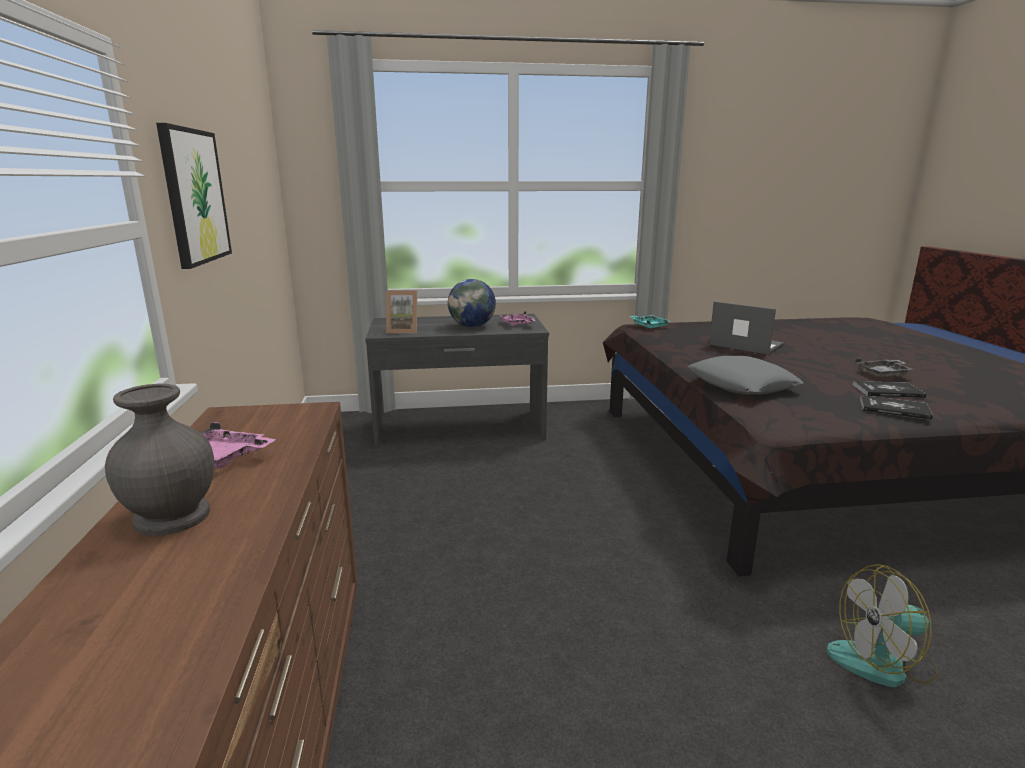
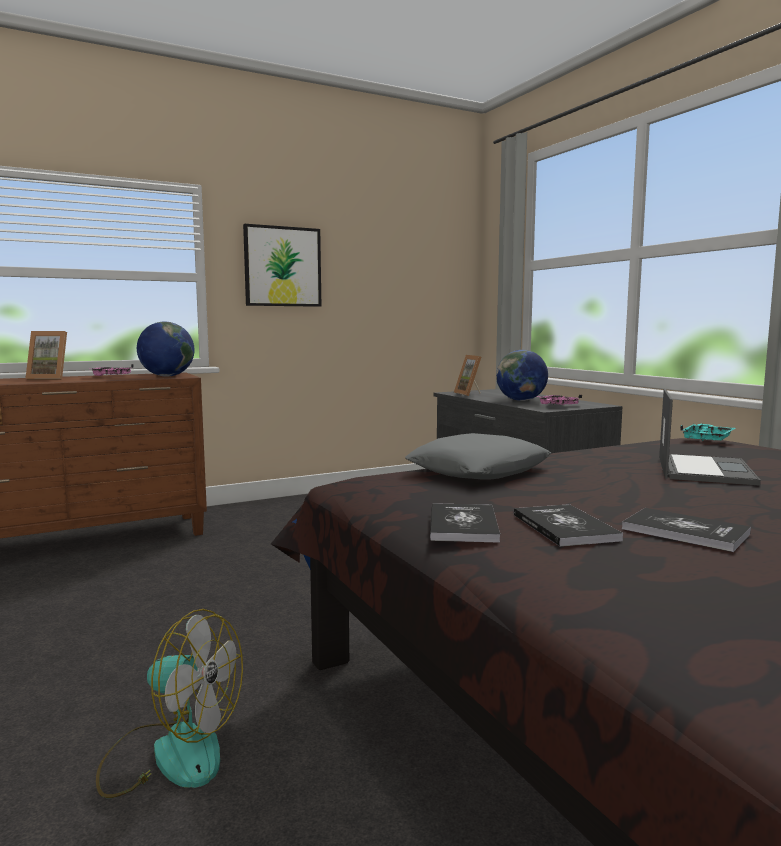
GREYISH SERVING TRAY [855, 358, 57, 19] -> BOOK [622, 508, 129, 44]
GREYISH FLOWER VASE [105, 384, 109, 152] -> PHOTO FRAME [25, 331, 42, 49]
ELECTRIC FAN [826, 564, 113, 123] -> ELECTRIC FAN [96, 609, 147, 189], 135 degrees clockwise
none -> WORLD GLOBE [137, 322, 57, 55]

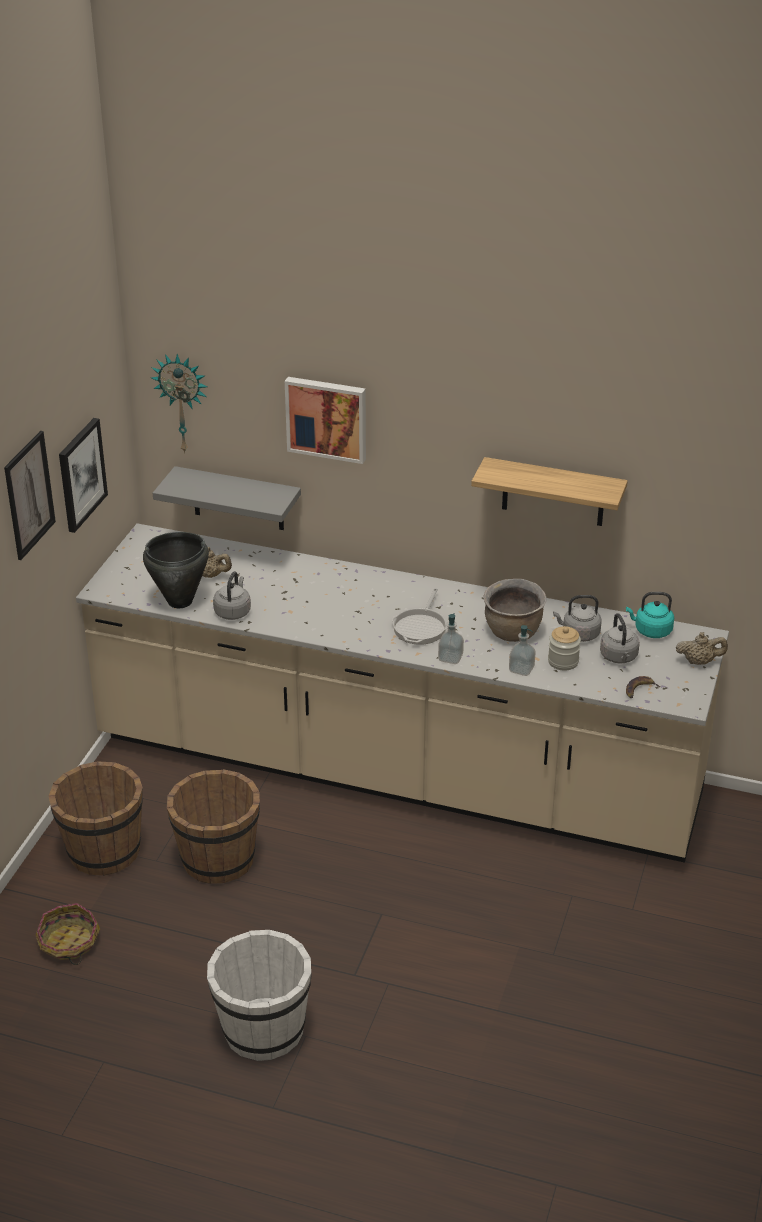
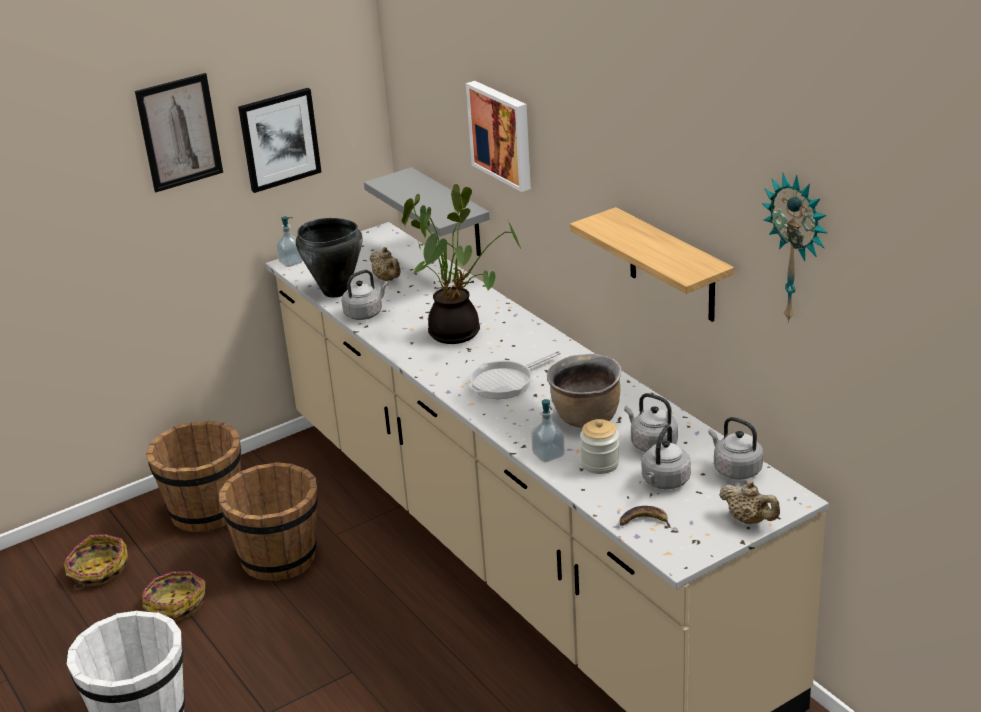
WALL CLOCK [151, 354, 57, 100] -> WALL CLOCK [762, 172, 66, 151], relocated
BLUE-GREEN KETTLE [626, 592, 48, 46] -> GREYISH KETTLE [708, 417, 55, 63]
SOAP BOTTLE [438, 613, 26, 51] -> SOAP BOTTLE [276, 216, 27, 51], relocated
none -> HOUSEPLANT [402, 184, 119, 160]
none -> STORAGE BASKET [142, 571, 63, 51]

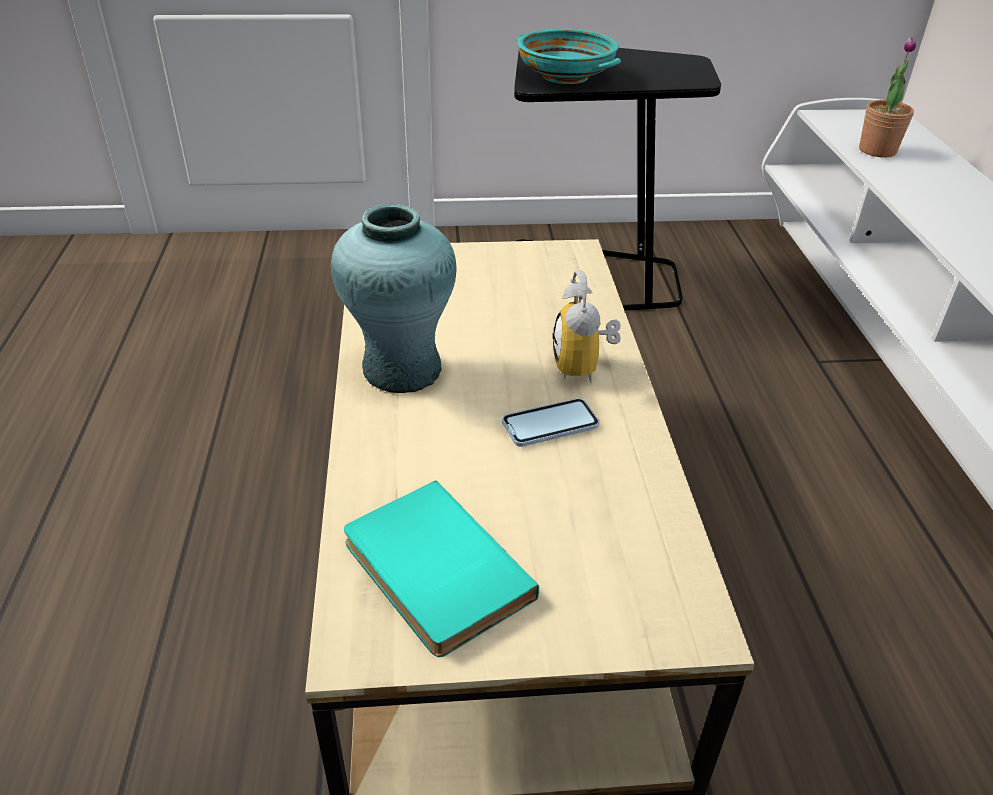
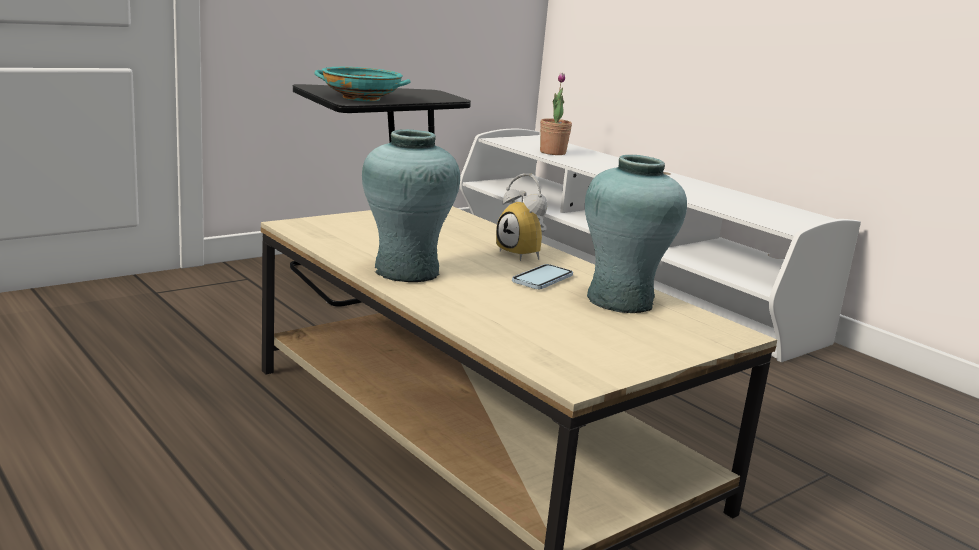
BLUE-GREEN BOOK [344, 481, 195, 176] -> none
none -> BLUE-GREEN FLOWER VASE [585, 155, 102, 158]

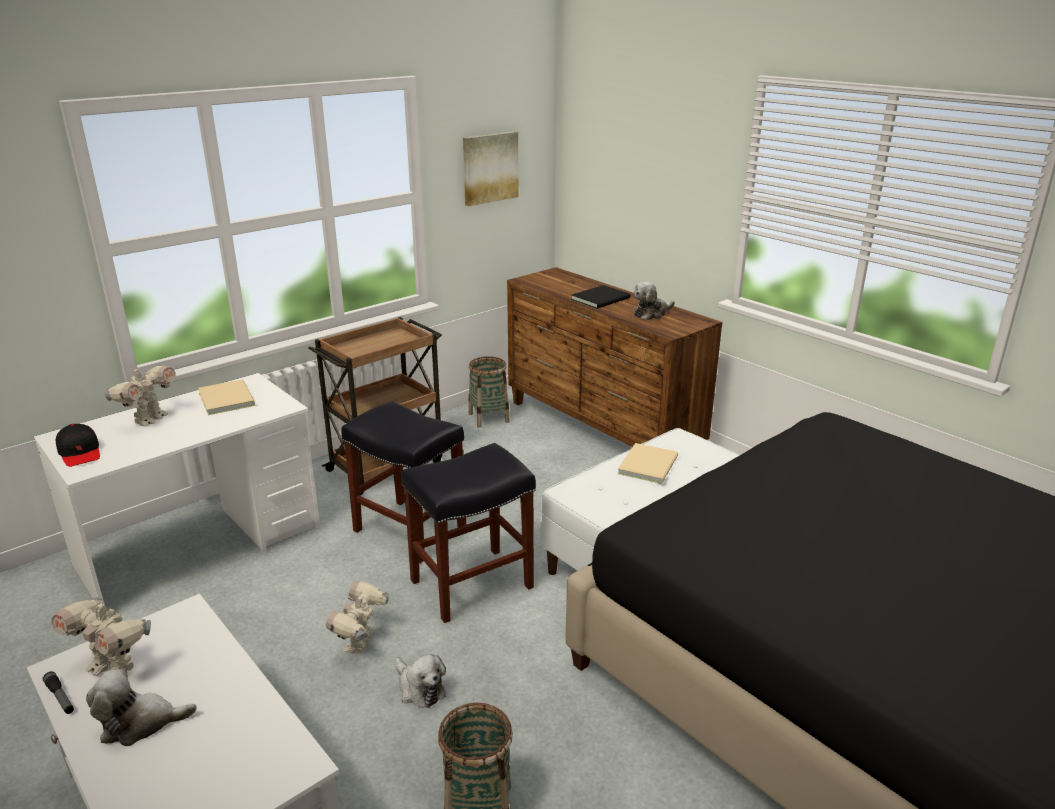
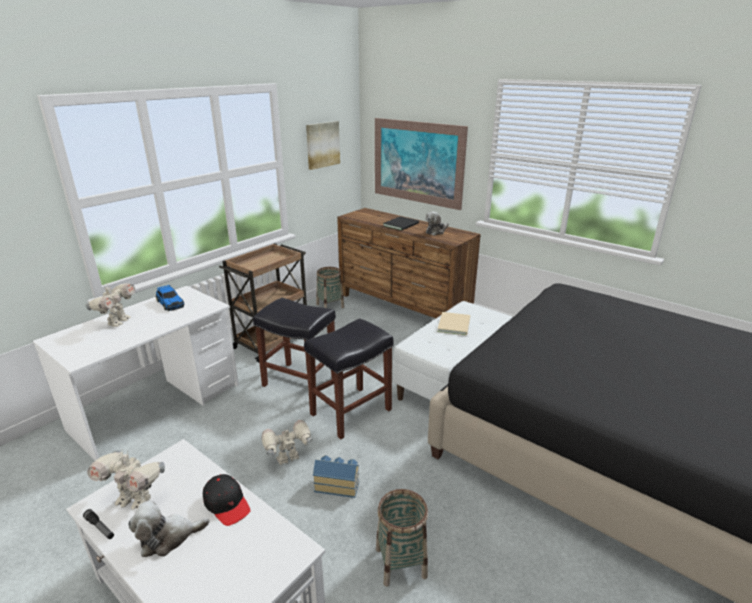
BEIGE BOOK [198, 380, 57, 35] -> TOY CAR [156, 285, 28, 26]
BLACKISH PEAKED CAP [56, 424, 44, 43] -> BLACKISH PEAKED CAP [203, 474, 47, 52], relocated
MODEL ROBOT [326, 581, 63, 73] -> MODEL ROBOT [261, 420, 52, 45], 60 degrees clockwise
PLUSH TOY [395, 654, 51, 54] -> MODEL HOUSE [313, 455, 46, 43]
none -> WALL ART [375, 118, 93, 92]

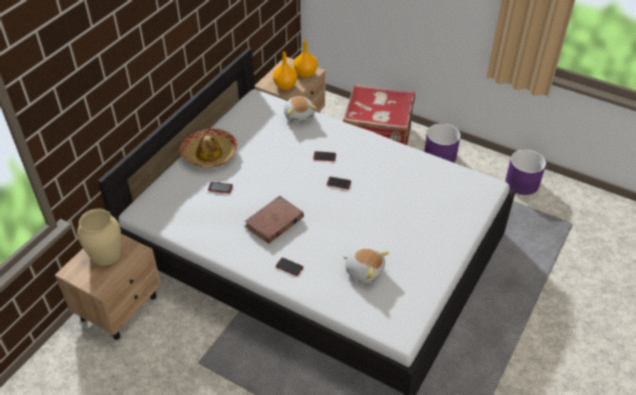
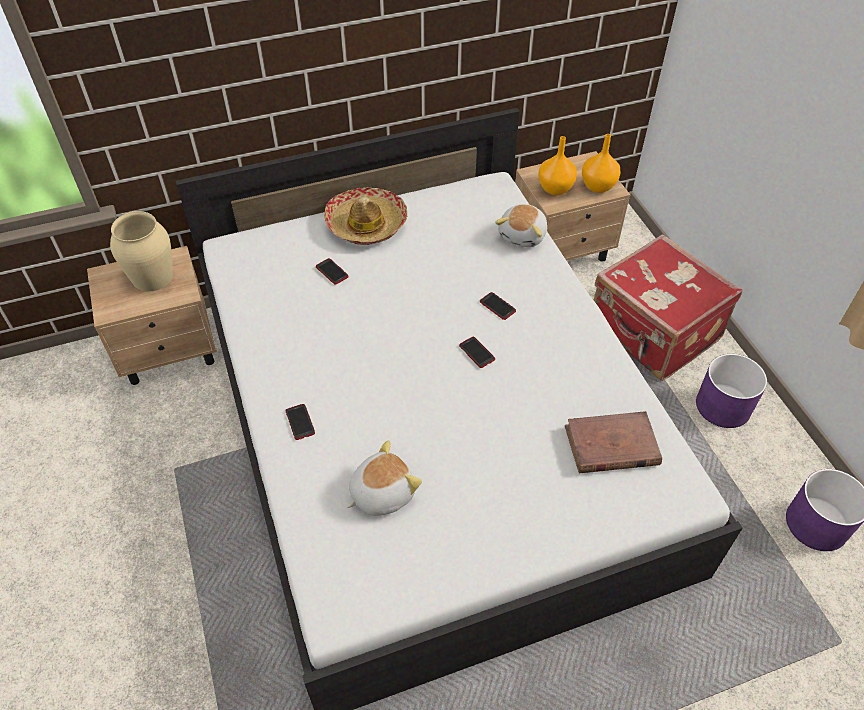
BROWNISH BOOK [244, 196, 60, 48] -> BROWNISH BOOK [565, 411, 97, 62], relocated
PLUSH TOY [343, 248, 46, 35] -> PLUSH TOY [347, 440, 75, 76], 105 degrees counterclockwise

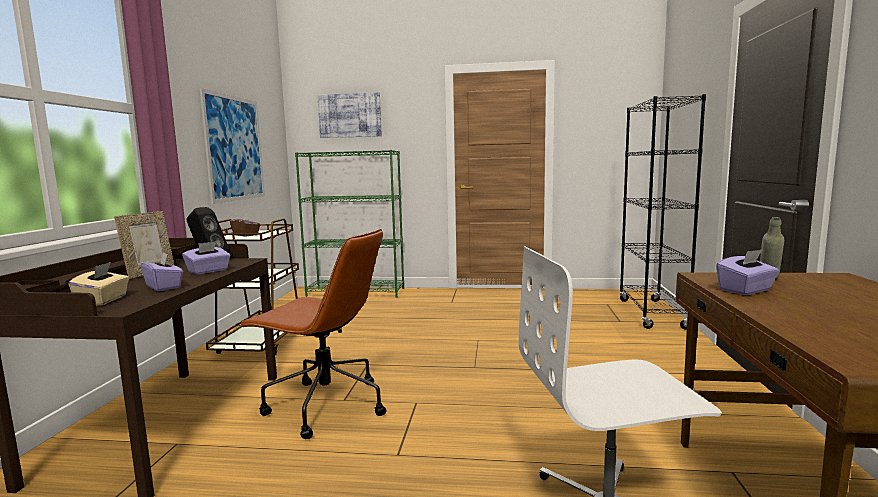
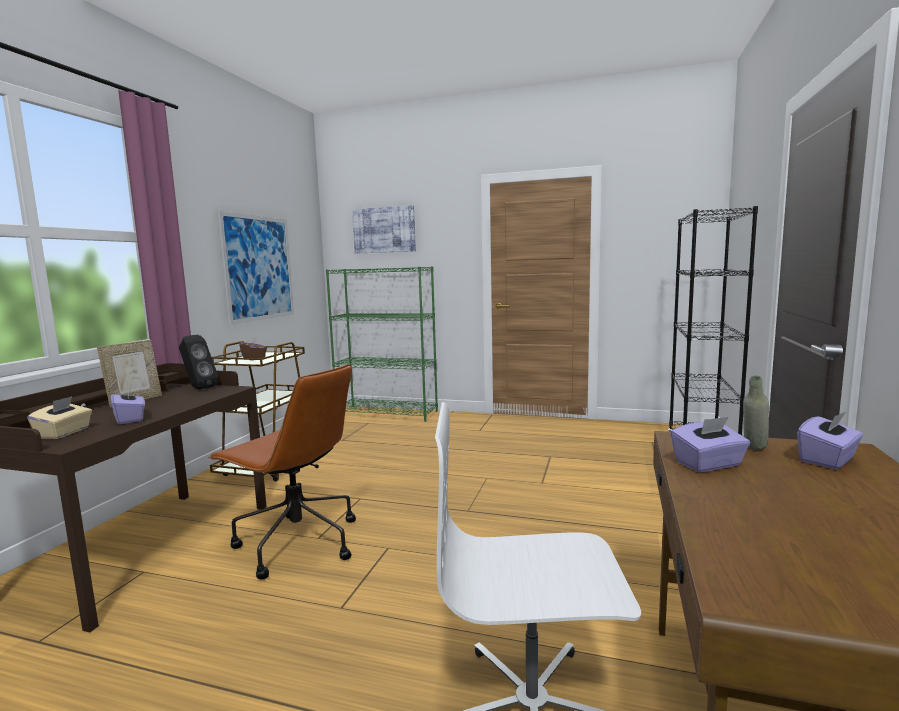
PURPLE BOX OF TISSUES [182, 241, 48, 34] -> PURPLE BOX OF TISSUES [797, 411, 66, 58], relocated

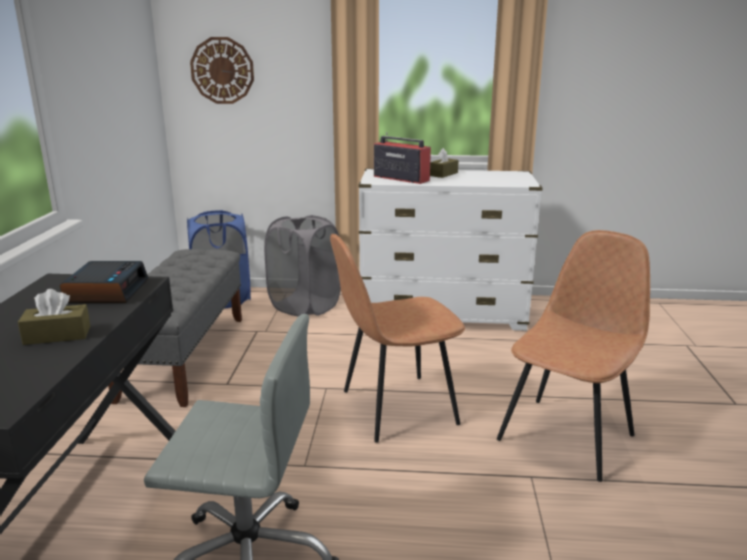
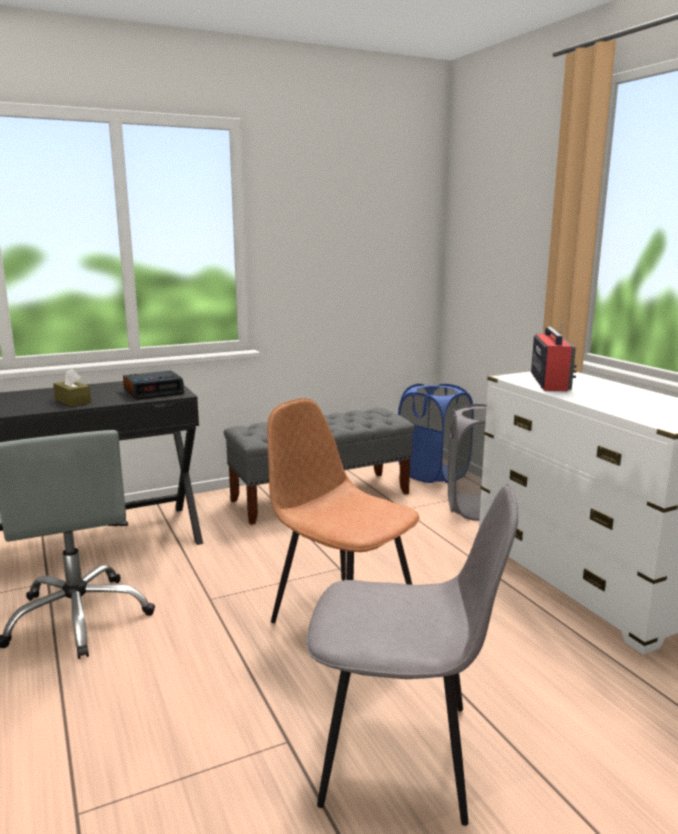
WALL CLOCK [190, 37, 64, 67] -> none
BROWNISH BOX OF TISSUES [430, 148, 29, 30] -> none
BROWNISH CHAIR [497, 230, 153, 252] -> GREYISH CHAIR [306, 484, 212, 342]

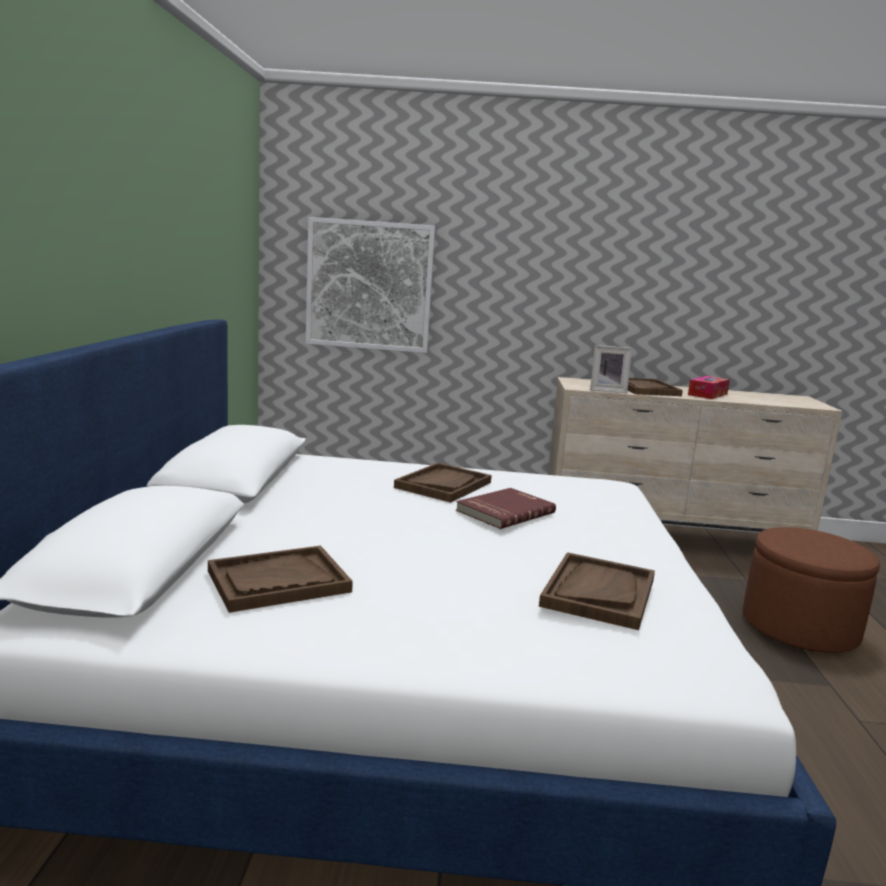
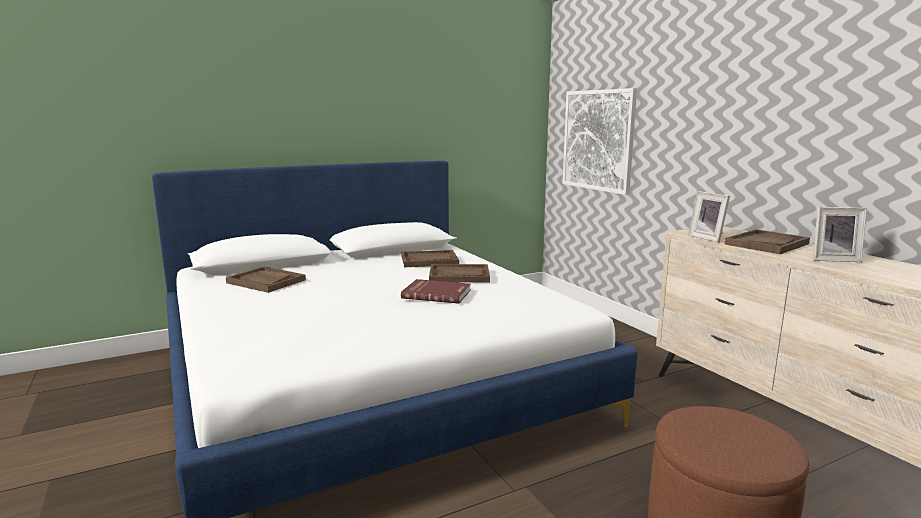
BOX OF TISSUES [688, 376, 42, 23] -> PHOTO FRAME [813, 207, 54, 55]
BROWNISH SERVING TRAY [539, 552, 116, 78] -> BROWNISH SERVING TRAY [401, 250, 58, 17], relocated

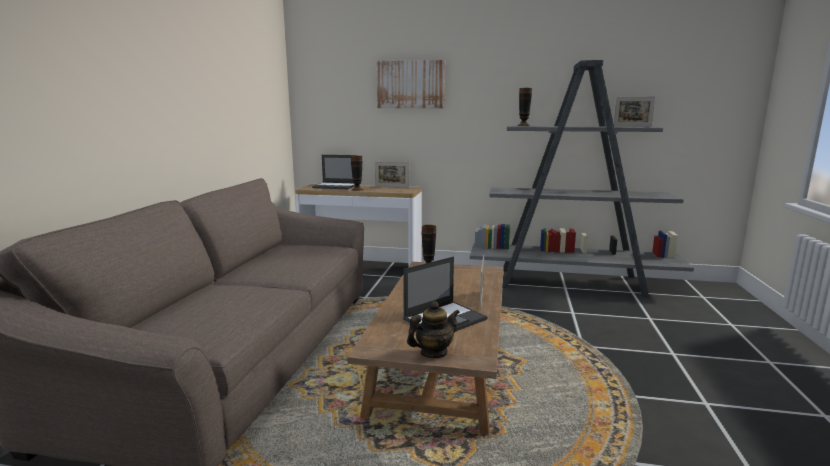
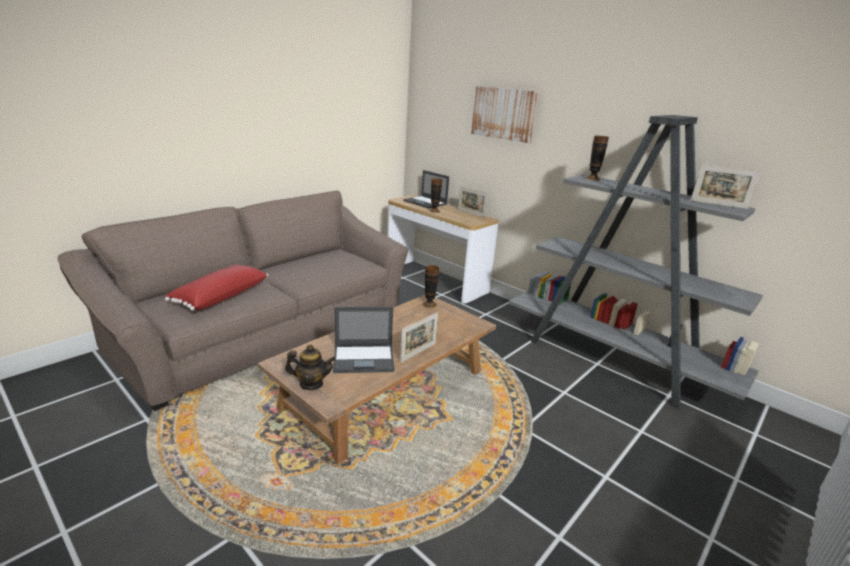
none -> REDDISH THROW PILLOW [165, 265, 104, 46]

